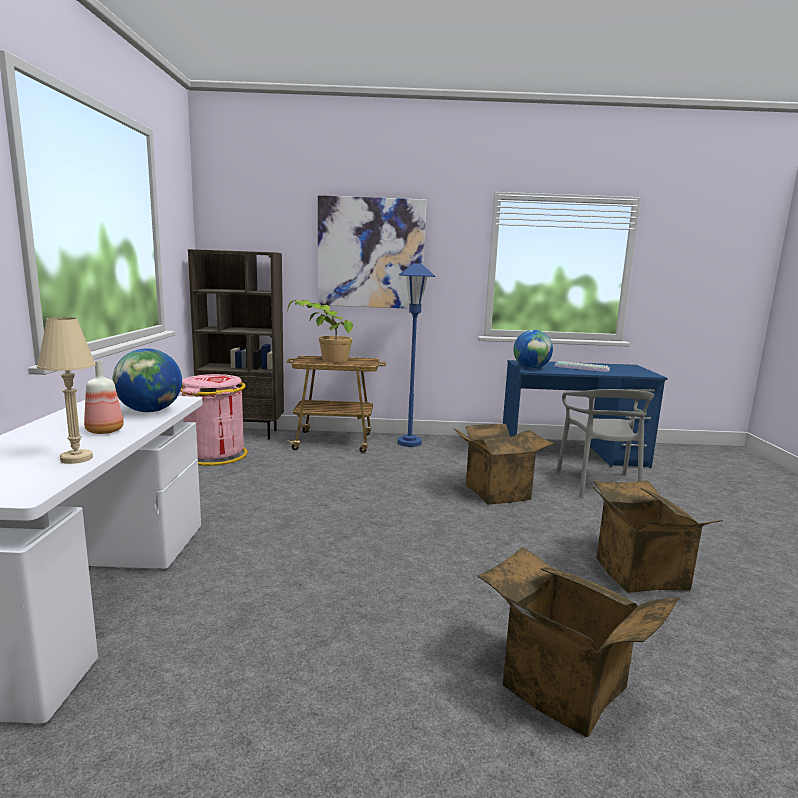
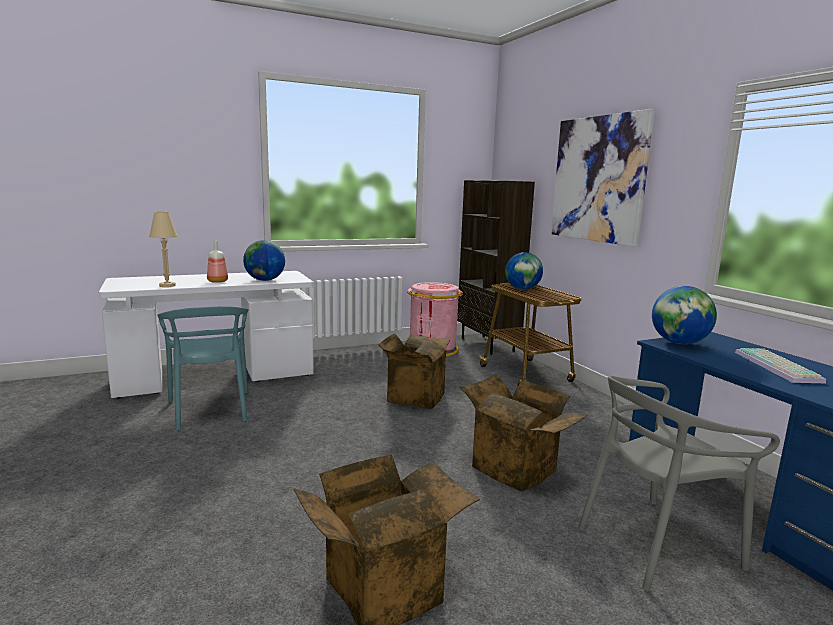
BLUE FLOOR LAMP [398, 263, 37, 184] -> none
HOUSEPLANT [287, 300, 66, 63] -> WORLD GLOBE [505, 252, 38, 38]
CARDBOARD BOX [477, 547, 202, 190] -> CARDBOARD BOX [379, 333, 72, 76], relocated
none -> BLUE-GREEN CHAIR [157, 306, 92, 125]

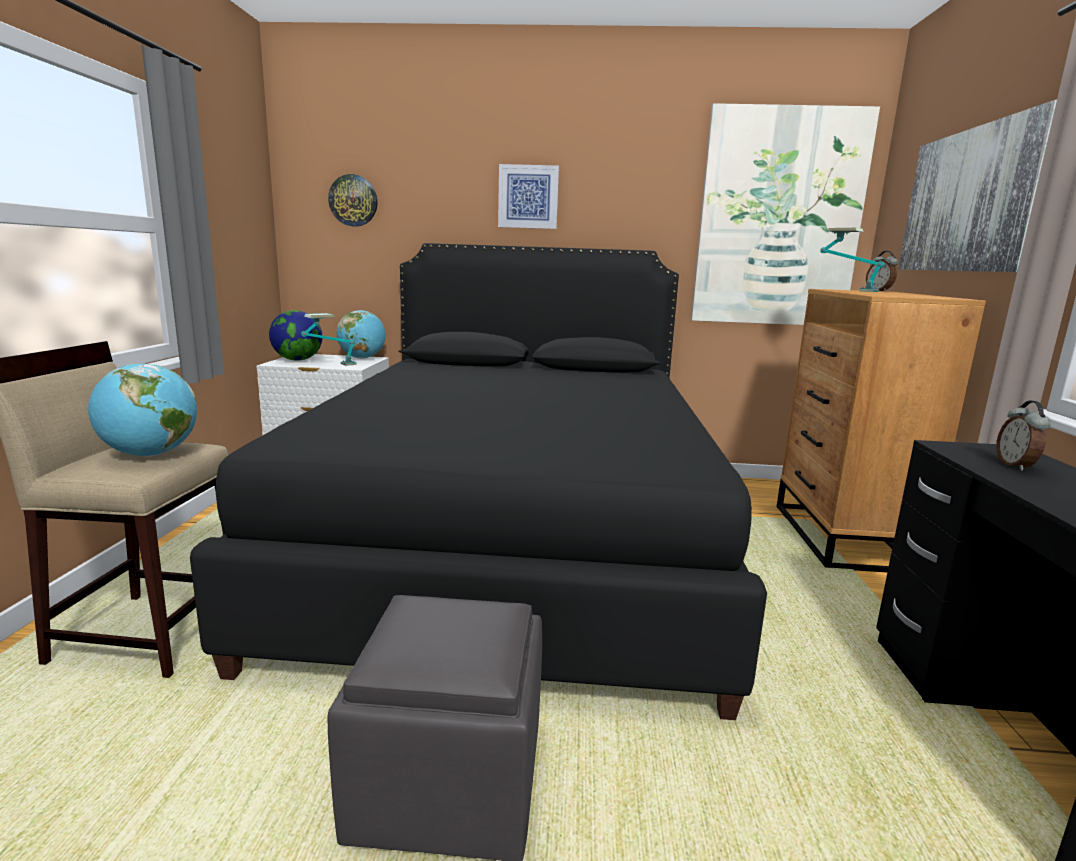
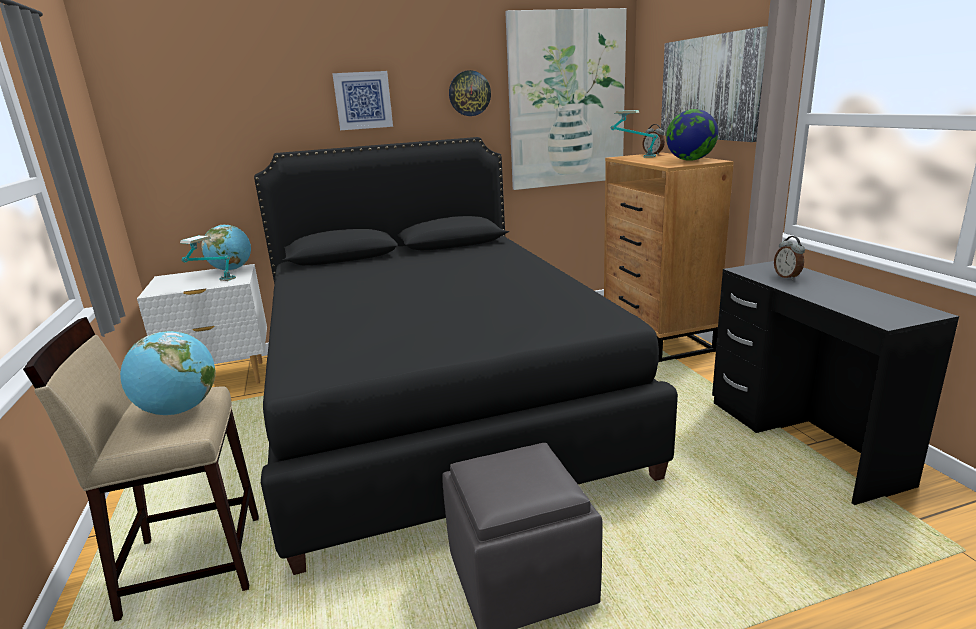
WALL CLOCK [328, 174, 50, 53] -> WALL CLOCK [449, 70, 42, 46], relocated
WORLD GLOBE [269, 310, 53, 51] -> WORLD GLOBE [666, 109, 52, 52], relocated

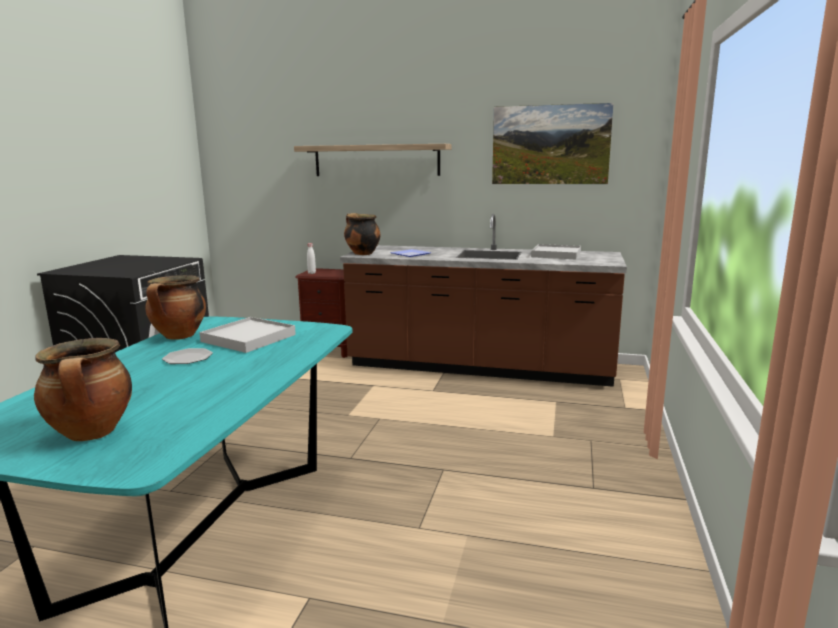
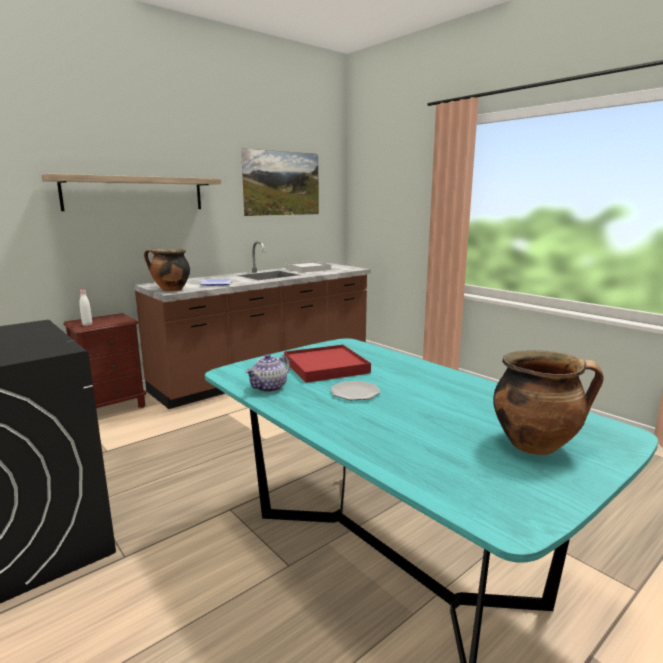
STOCKPOT [145, 275, 61, 65] -> TEA POT [245, 354, 45, 38]
WHITISH SERVING TRAY [199, 317, 97, 36] -> REDDISH SERVING TRAY [284, 345, 87, 38]

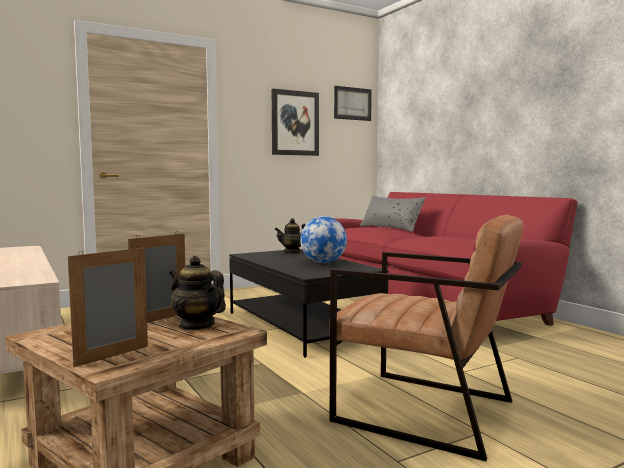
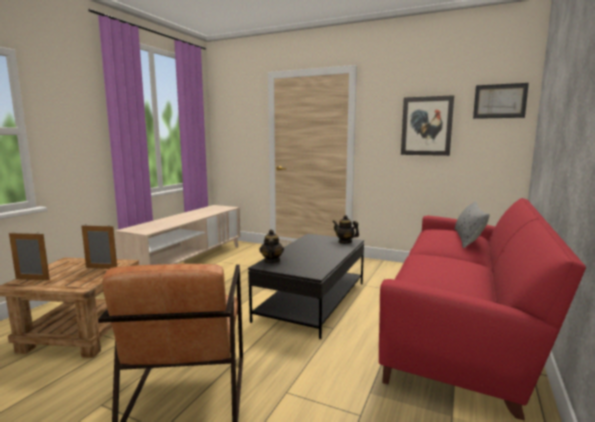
WORLD GLOBE [300, 216, 47, 47] -> none
TEA POT [169, 256, 57, 75] -> TEA POT [260, 229, 24, 34], relocated

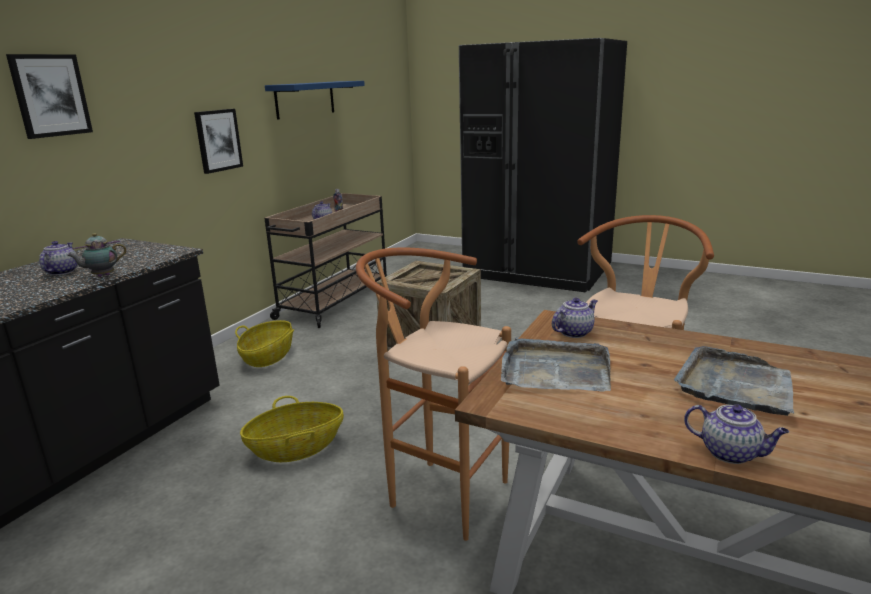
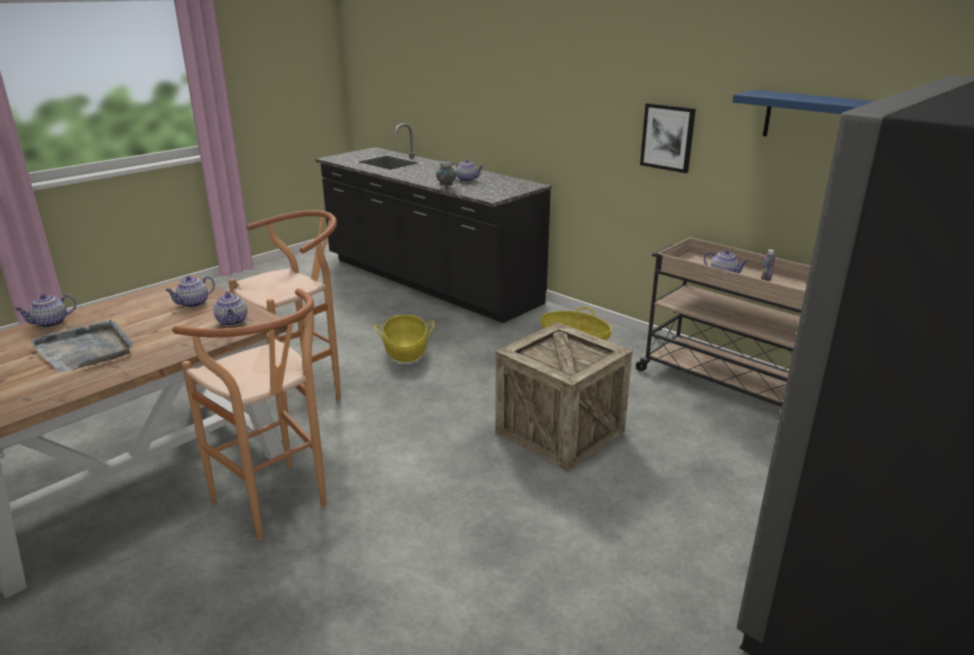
WALL ART [6, 54, 87, 85] -> none
GREYISH SERVING TRAY [501, 337, 110, 55] -> TEA POT [165, 276, 50, 31]

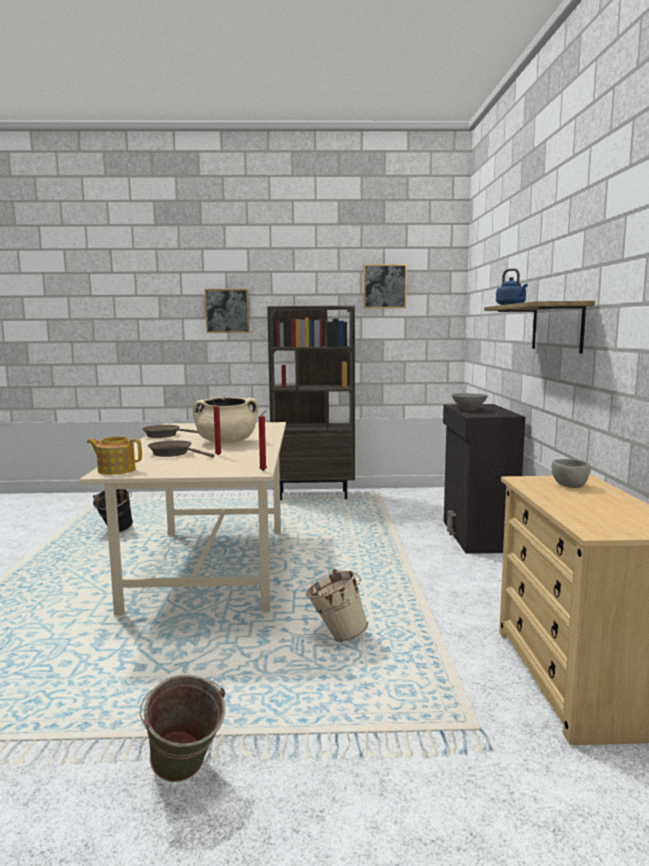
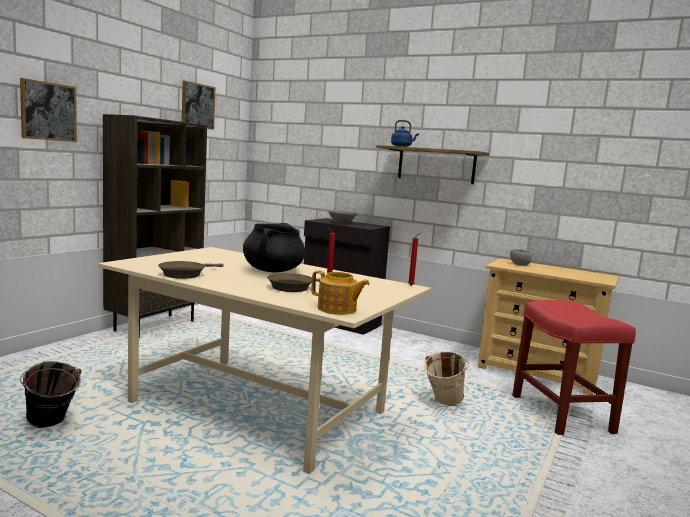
BEIGE STOCKPOT [193, 397, 65, 46] -> BLACKISH STOCKPOT [243, 223, 62, 49]
TEA POT [87, 437, 55, 38] -> TEA POT [311, 270, 59, 45], 105 degrees counterclockwise
GREENISH WATER BUCKET [140, 675, 86, 107] -> none
none -> REDDISH STOOL SEAT [512, 300, 124, 135]

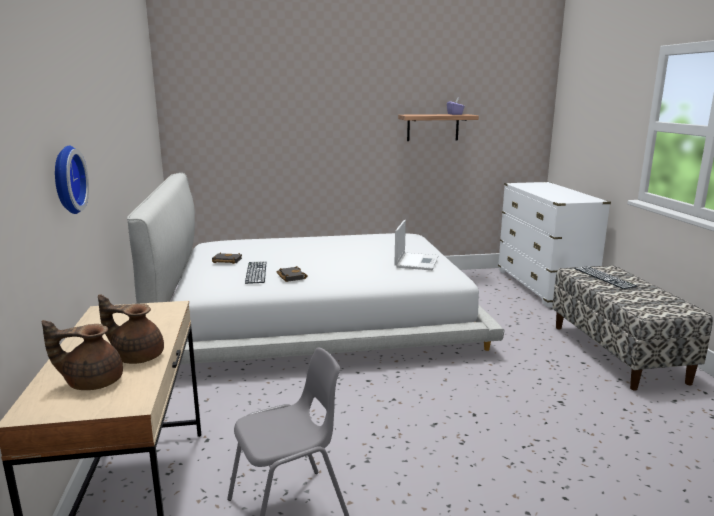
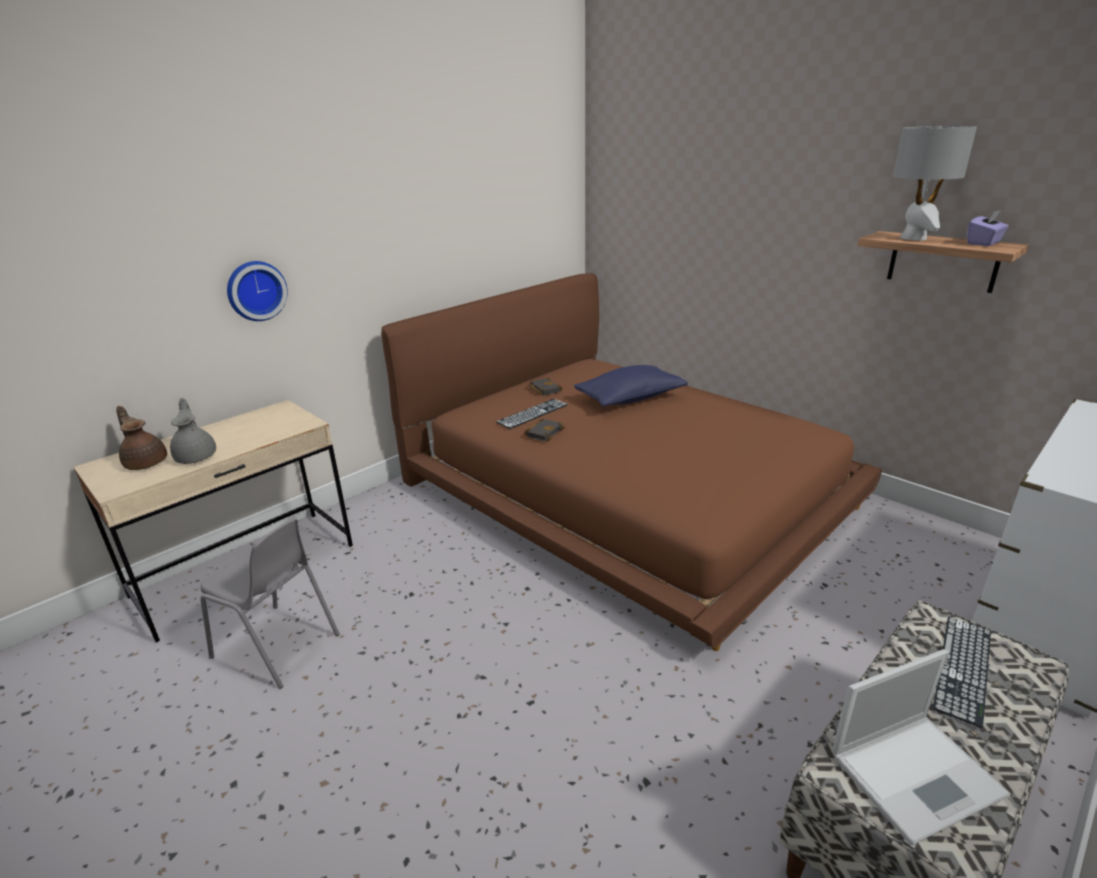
WHITISH SLEEPING BED [127, 173, 378, 191] -> BROWNISH SLEEPING BED [381, 273, 501, 378]
NOTEBOOK COMPUTER [394, 220, 45, 50] -> NOTEBOOK COMPUTER [832, 649, 179, 196], relocated
BROWNISH TEA POT [98, 294, 66, 70] -> GREYISH TEA POT [170, 398, 46, 66]
none -> GREYISH LAMP FOR A TABLE [893, 126, 84, 115]
none -> BLUE THROW PILLOW [574, 365, 114, 41]

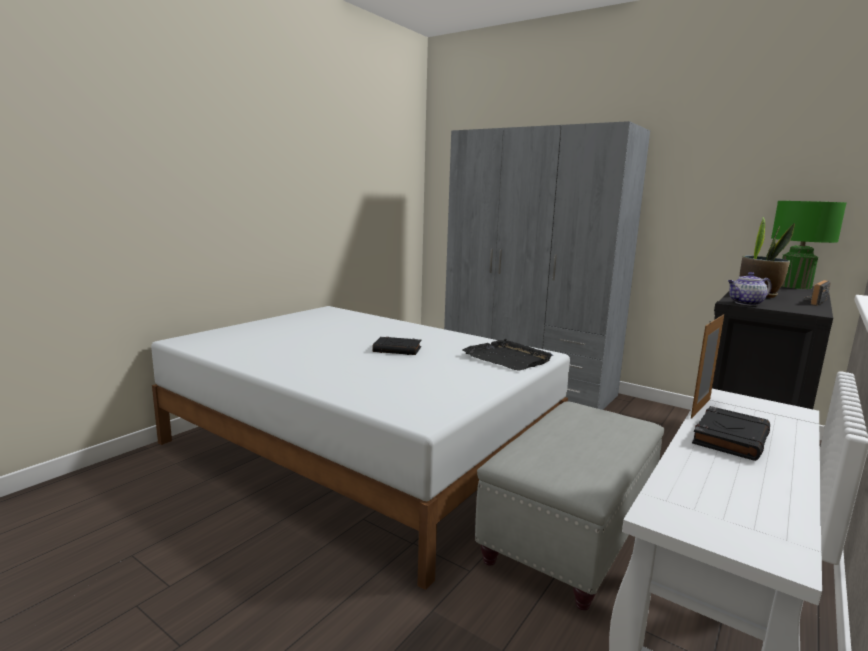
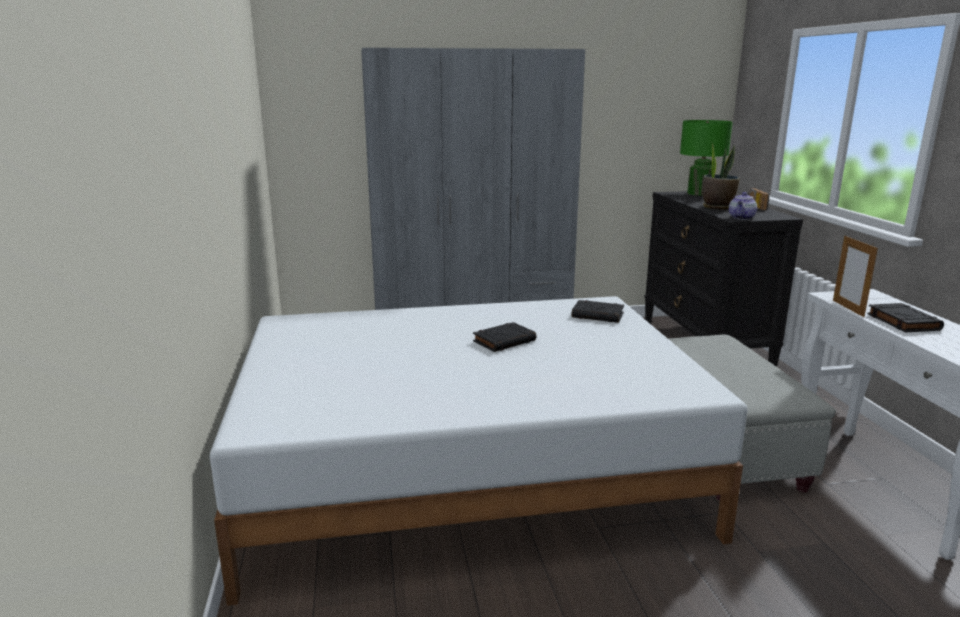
BLACKISH SERVING TRAY [462, 339, 91, 32] -> BLACKISH BOOK [572, 300, 52, 23]

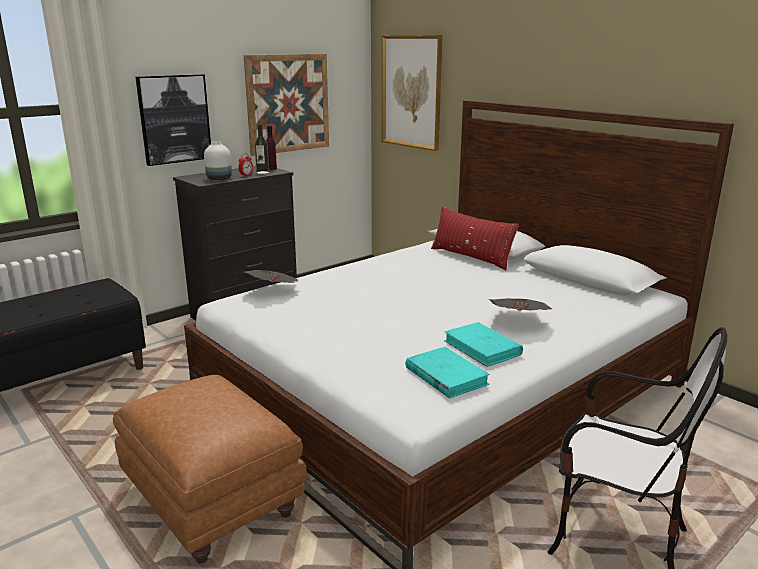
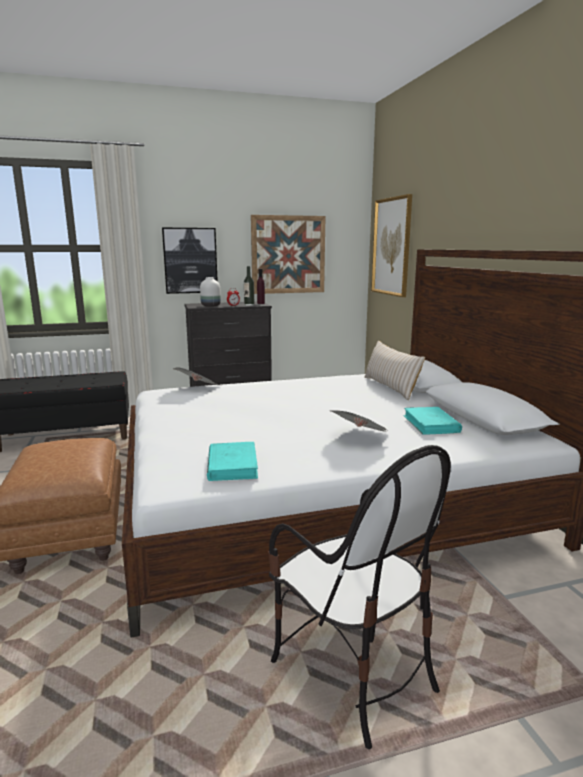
REDDISH THROW PILLOW [431, 206, 88, 65] -> BEIGE THROW PILLOW [364, 341, 61, 59]
BLUE-GREEN BOOK [444, 322, 79, 45] -> BLUE-GREEN BOOK [404, 407, 58, 27], relocated

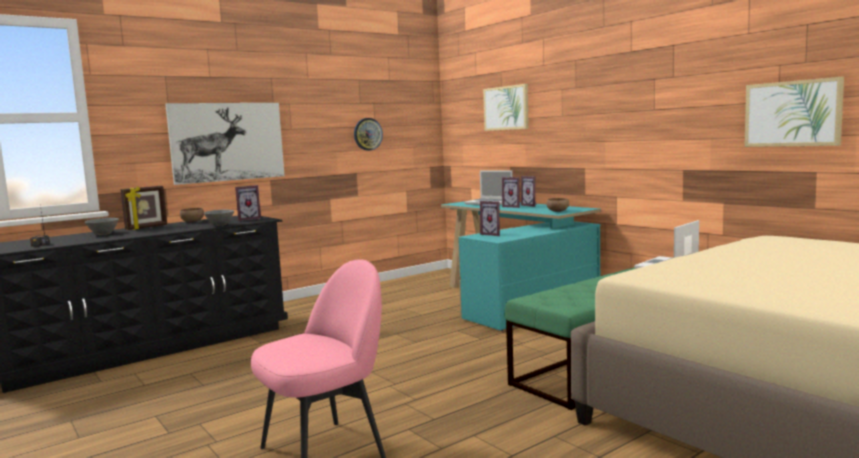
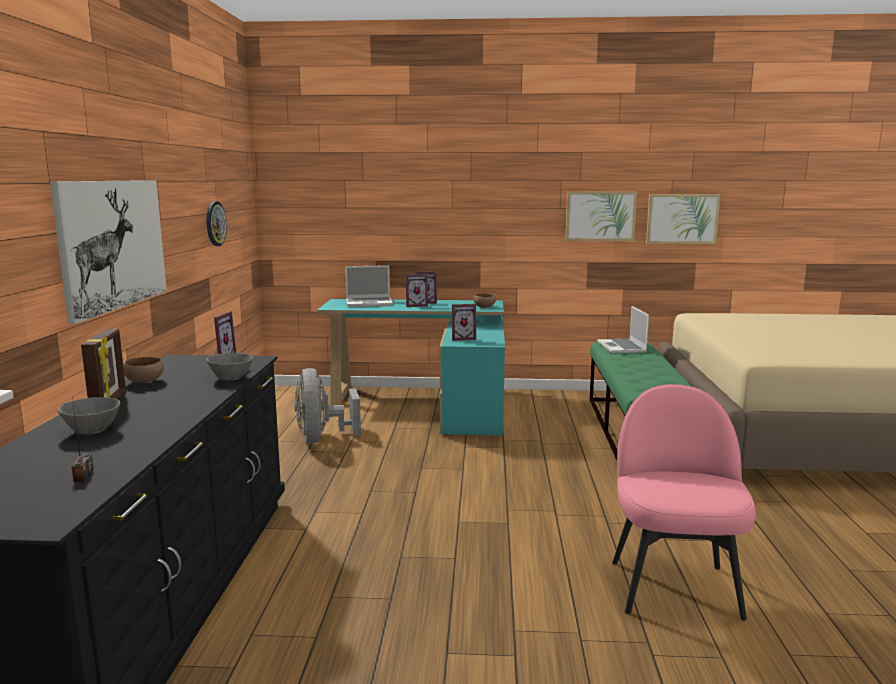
WALL ART [483, 84, 46, 47] -> WALL ART [565, 191, 72, 50], relocated
none -> GREYISH ELECTRIC FAN [294, 368, 67, 76]

